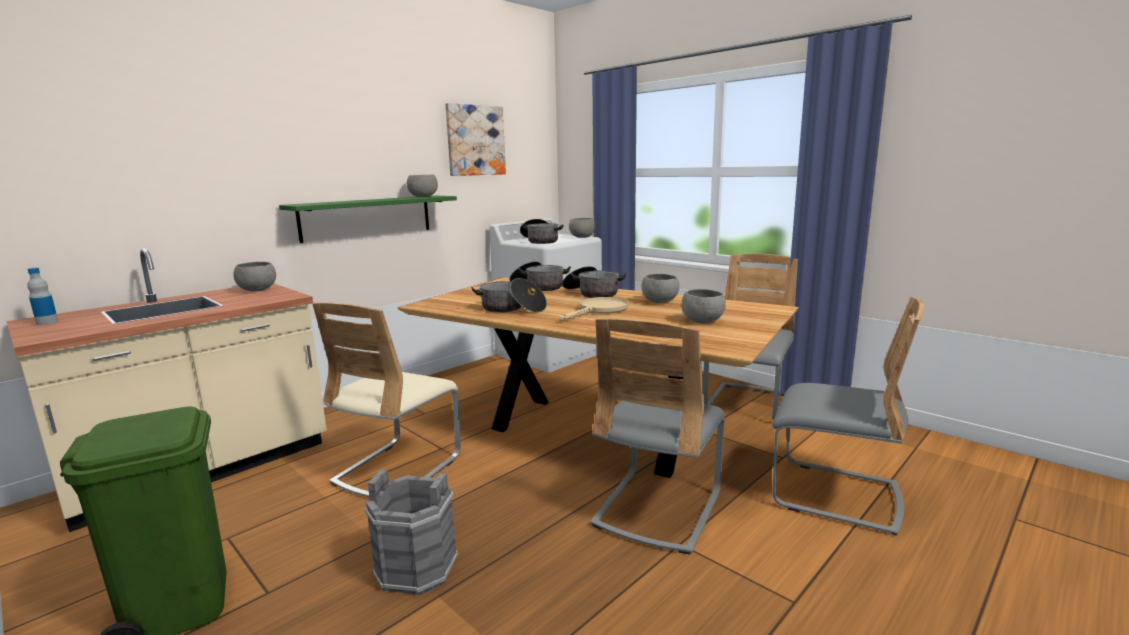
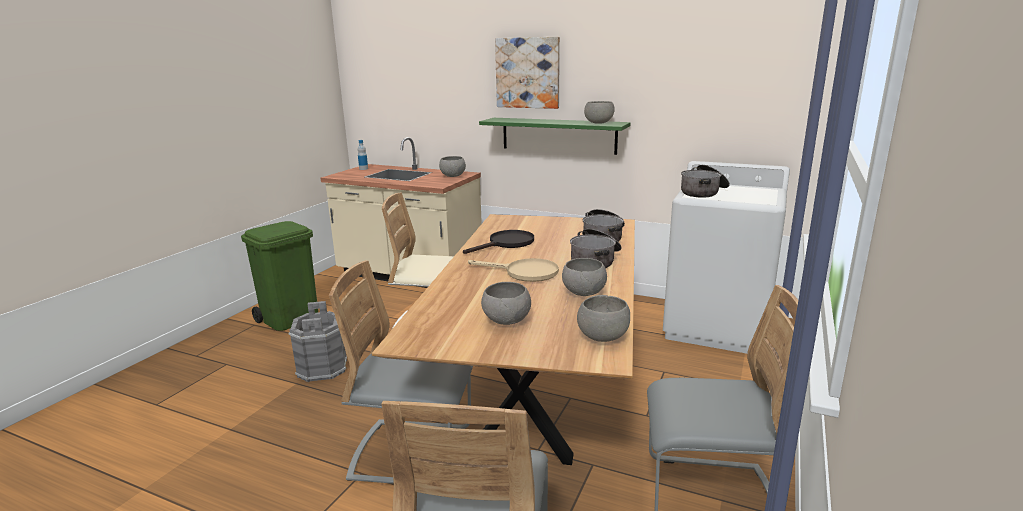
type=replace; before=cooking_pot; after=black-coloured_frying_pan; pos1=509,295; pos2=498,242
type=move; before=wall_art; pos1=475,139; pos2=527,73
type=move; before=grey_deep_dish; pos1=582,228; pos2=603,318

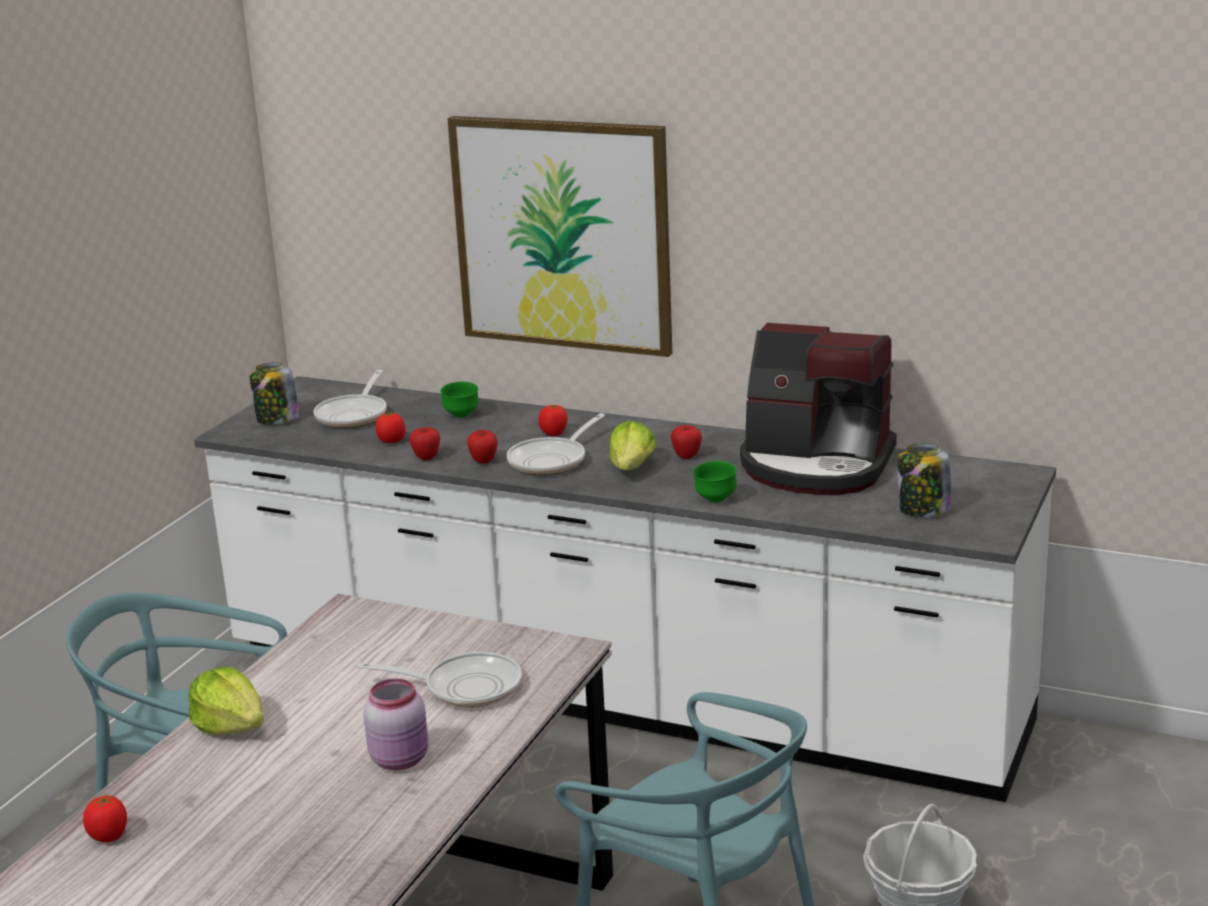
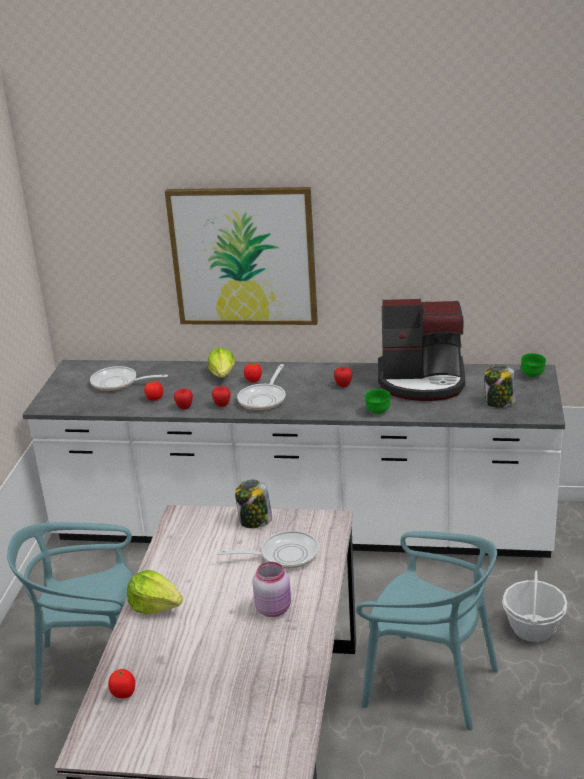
type=rotate; before=frying_pan; pos1=350,399; pos2=129,378; turn=105
type=move; before=head_of_lettuce; pos1=633,445; pos2=221,363
type=move; before=storage_jar; pos1=275,393; pos2=253,504
type=move; before=green-coloured_deep_dish; pos1=459,399; pos2=533,365

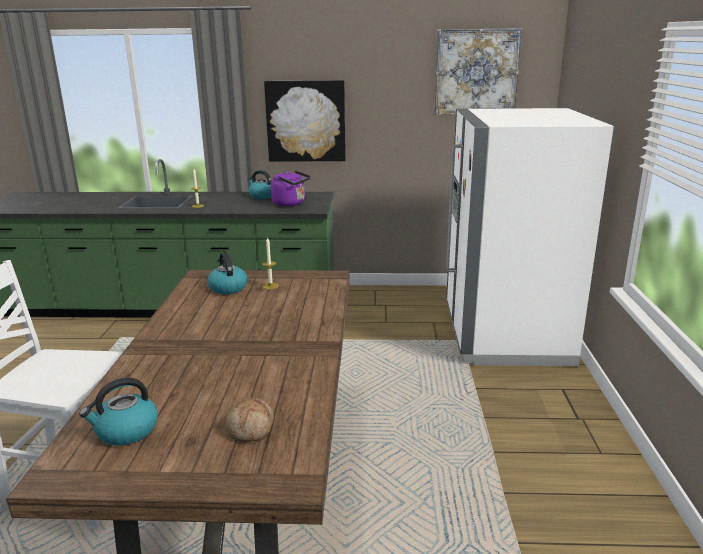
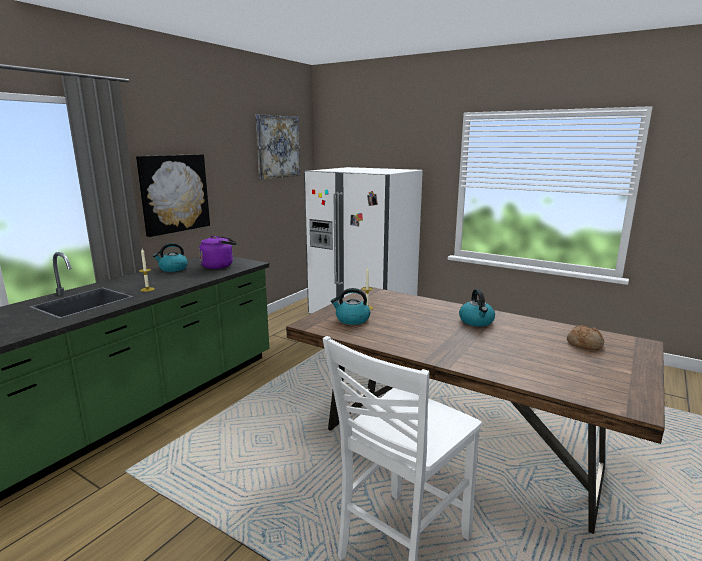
type=move; before=kettle; pos1=118,412; pos2=477,308

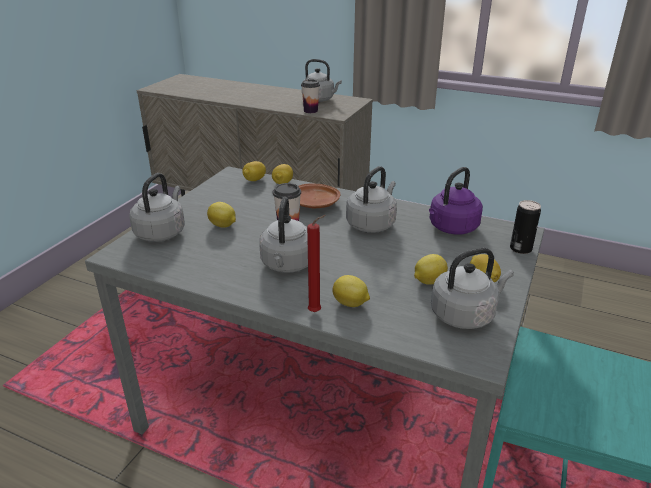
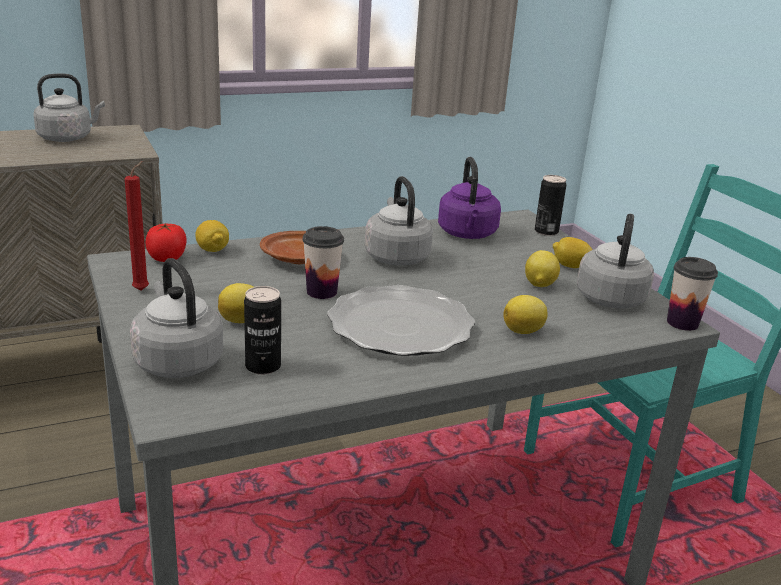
type=move; before=red_candle; pos1=316,263; pos2=136,226
type=replace; before=citrus_fruit; after=fresh_tomato; pos1=254,171; pos2=166,242
type=insert; after=sealed_can; pos2=262,330
type=replace; before=grey_kettle; after=flat_dish; pos1=283,235; pos2=401,320
type=move; before=cup; pos1=310,96; pos2=692,294

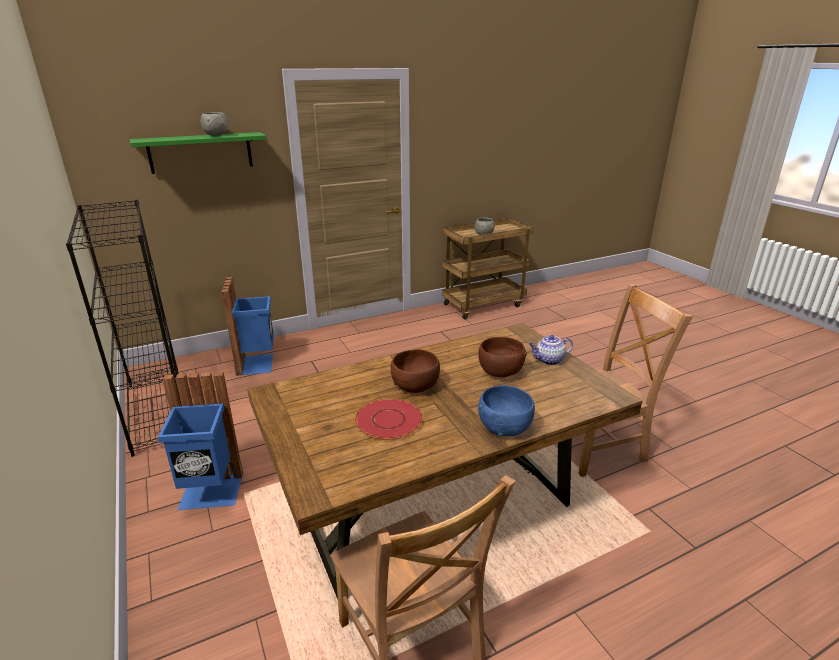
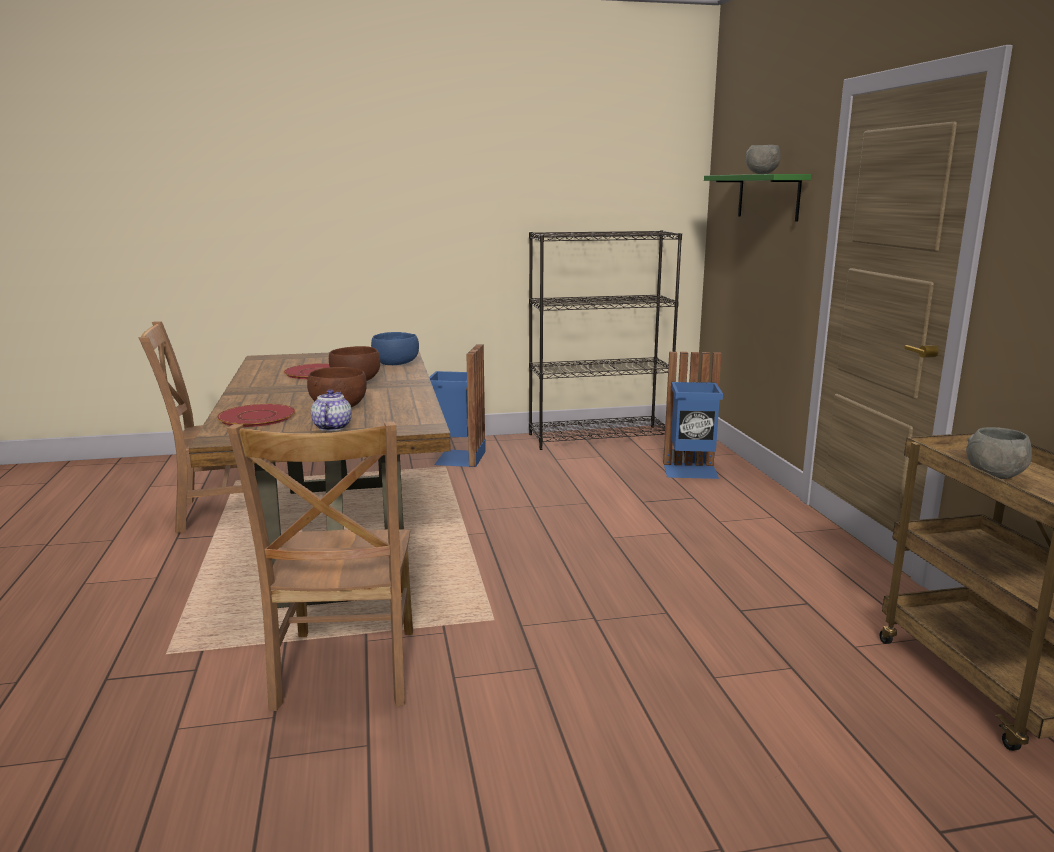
type=insert; after=red_flat_dish; pos2=256,415
type=move; before=blue-coloured_deep_dish; pos1=506,410; pos2=395,348

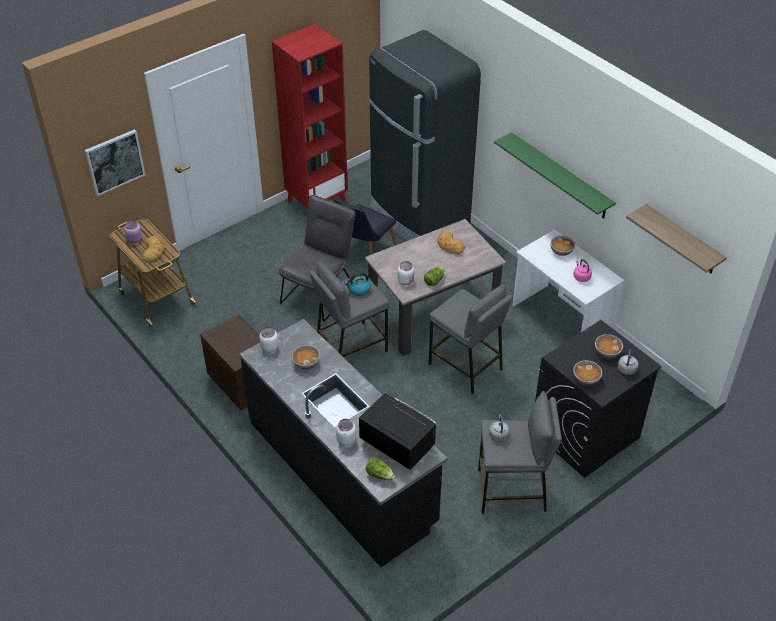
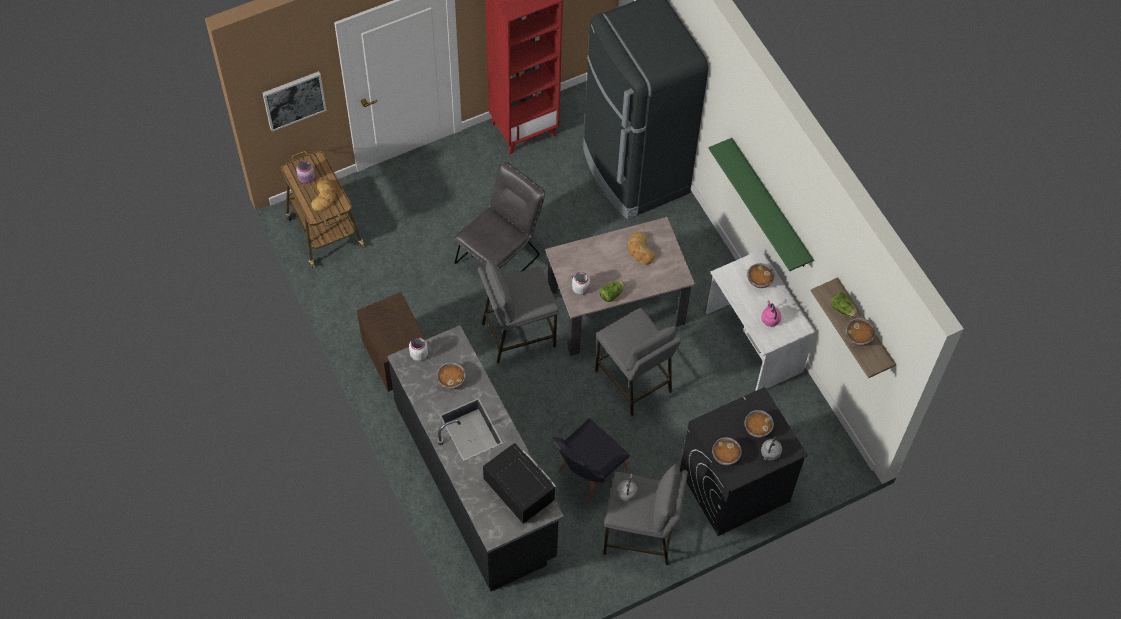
type=move; before=black-coloured_chair; pos1=364,227; pos2=591,460
type=move; before=head_of_lettuce; pos1=380,468; pos2=844,304
type=insert; after=deep_dish; pos2=861,332
type=delete; before=whitish_storage_jar; pos1=346,432
type=delete; before=kettle; pos1=358,284

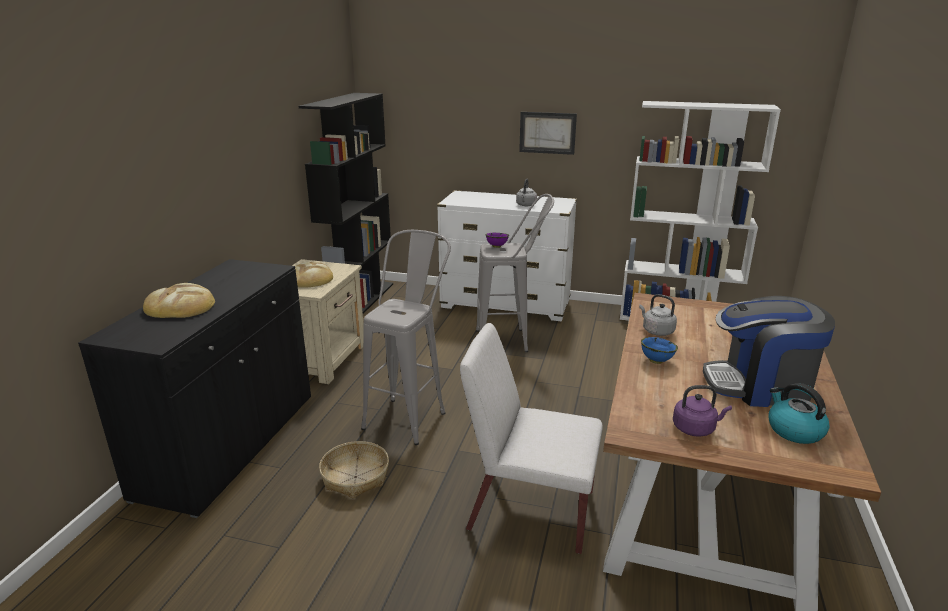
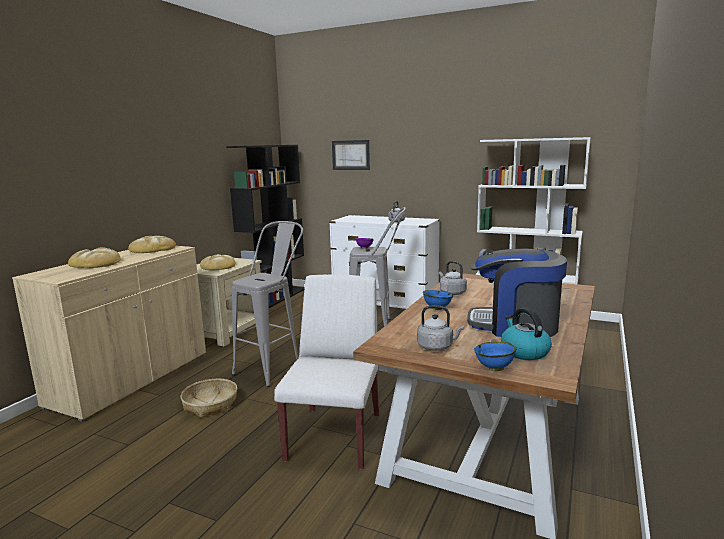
type=recolor; before=black-coloured_cupboard; after=beige_cupboard; pos1=194,388; pos2=109,334
type=insert; after=bread; pos2=152,244
type=rotate; before=whitish_chair; pos1=531,438; pos2=326,371; turn=75
type=move; before=wall_art; pos1=548,133; pos2=351,155
type=recolor; before=purplish_kettle; after=grey_kettle; pos1=702,411; pos2=440,328
type=insert; after=blue-coloured_deep_dish; pos2=495,356

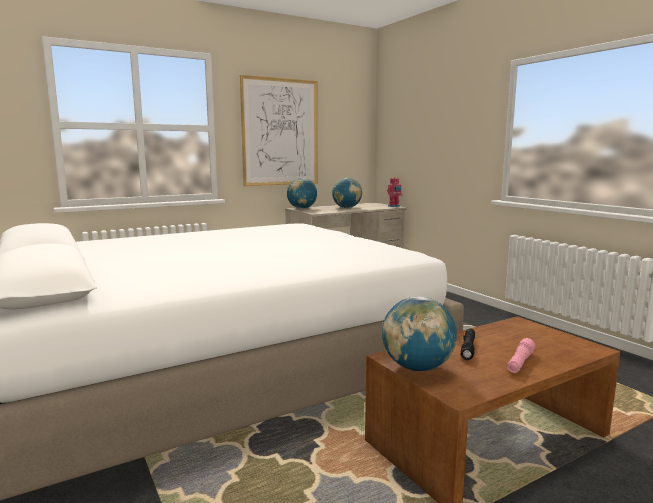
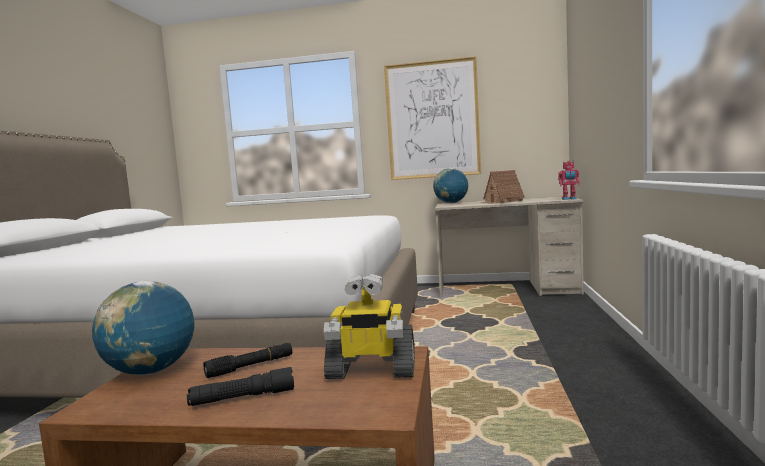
type=recolor; before=pink_flashlight; after=black-coloured_flashlight; pos1=521,355; pos2=240,386
type=insert; after=toy_robot; pos2=369,326
type=replace; before=globe; after=toy_house; pos1=347,193; pos2=503,187

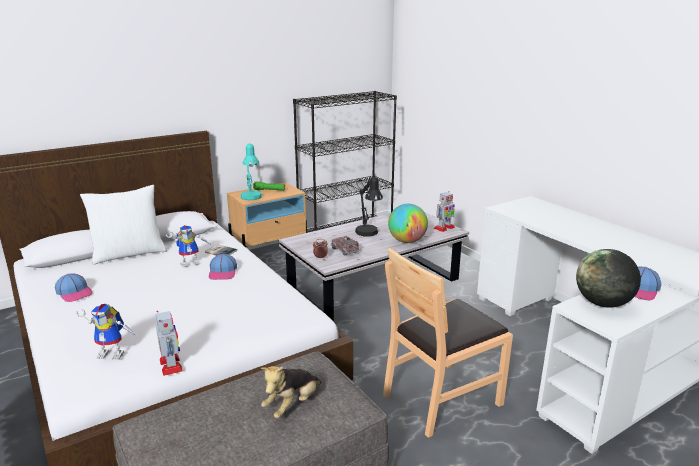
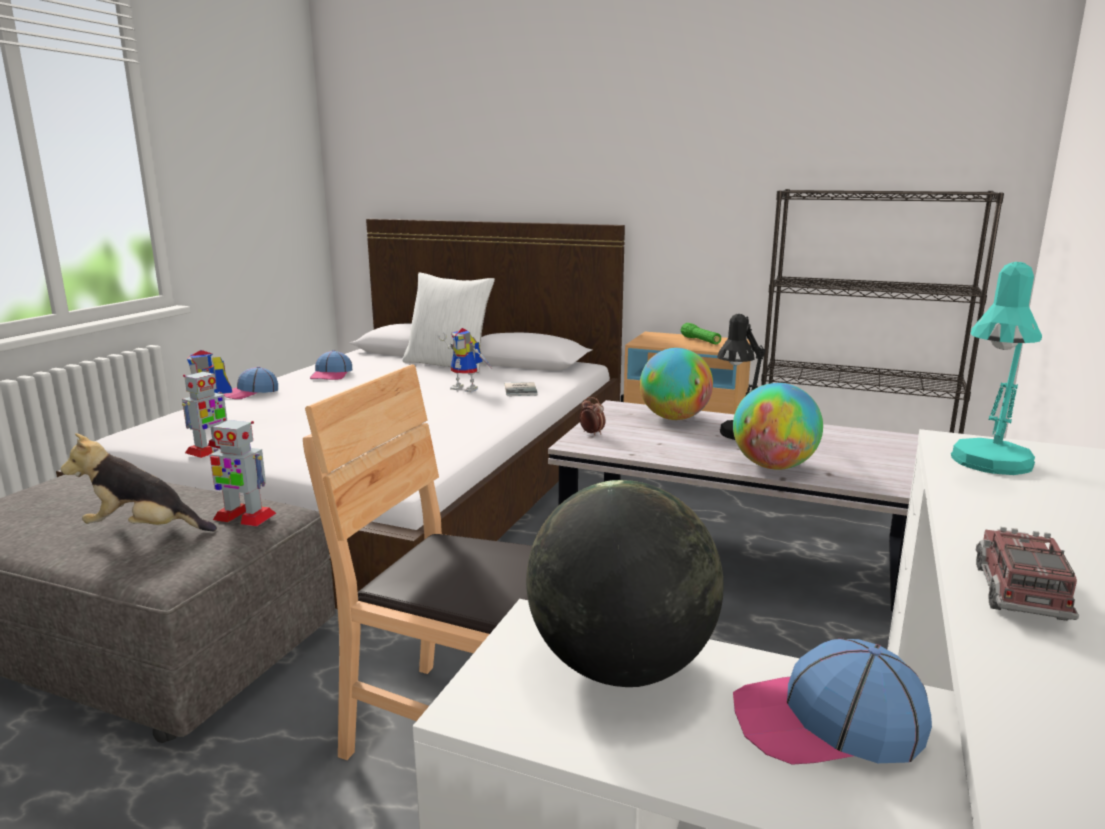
type=move; before=toy_robot; pos1=444,211; pos2=243,472
type=move; before=peaked_cap; pos1=223,267; pos2=251,383
type=insert; after=globe; pos2=676,384
type=move; before=turquoise_lamp_for_a_table; pos1=251,172; pos2=996,368
type=move; before=model_truck; pos1=345,246; pos2=1027,574

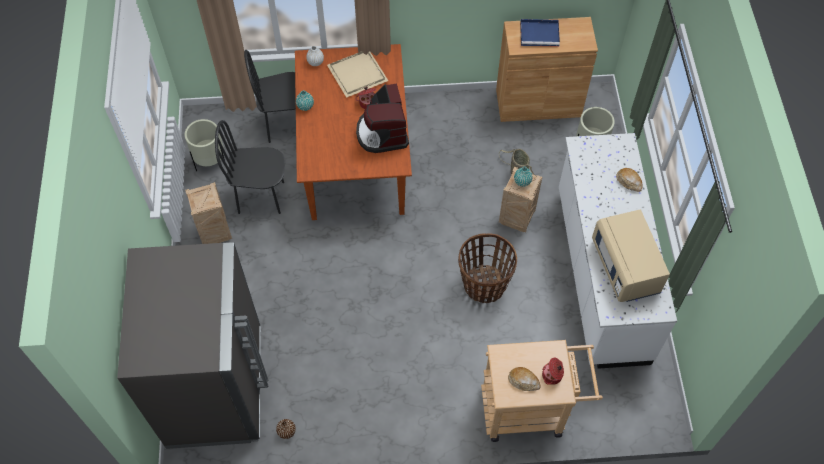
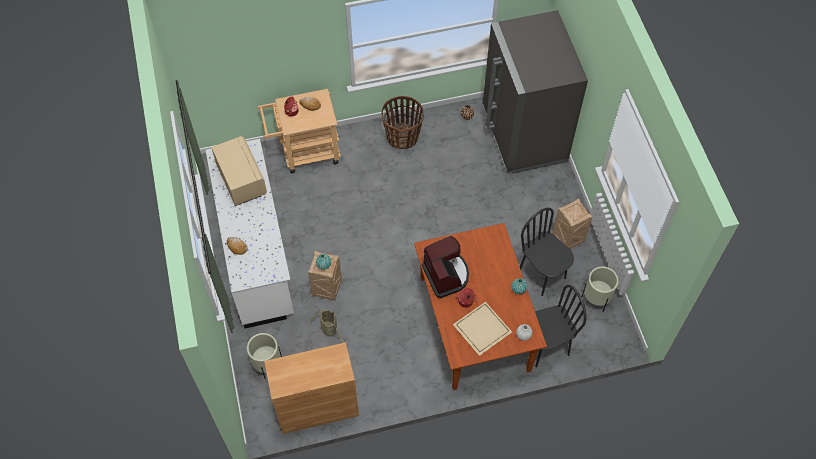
type=move; before=basket; pos1=487,268; pos2=402,122
type=rotate; before=black-coloured_chair; pos1=250,167; pos2=547,251; turn=-120
type=delete; before=blue-coloured_serving_tray; pos1=540,33

